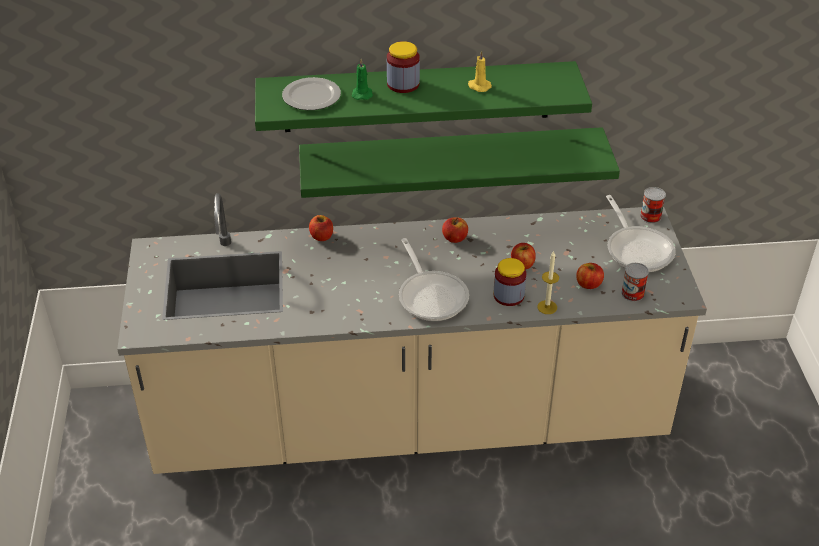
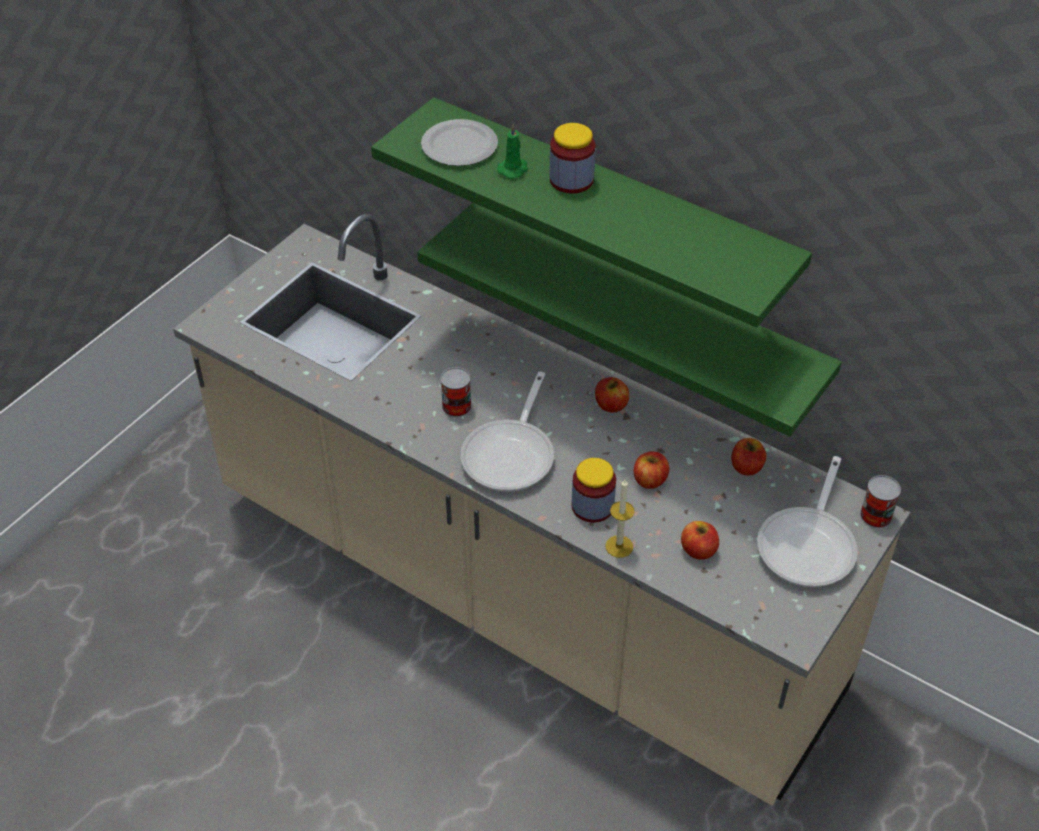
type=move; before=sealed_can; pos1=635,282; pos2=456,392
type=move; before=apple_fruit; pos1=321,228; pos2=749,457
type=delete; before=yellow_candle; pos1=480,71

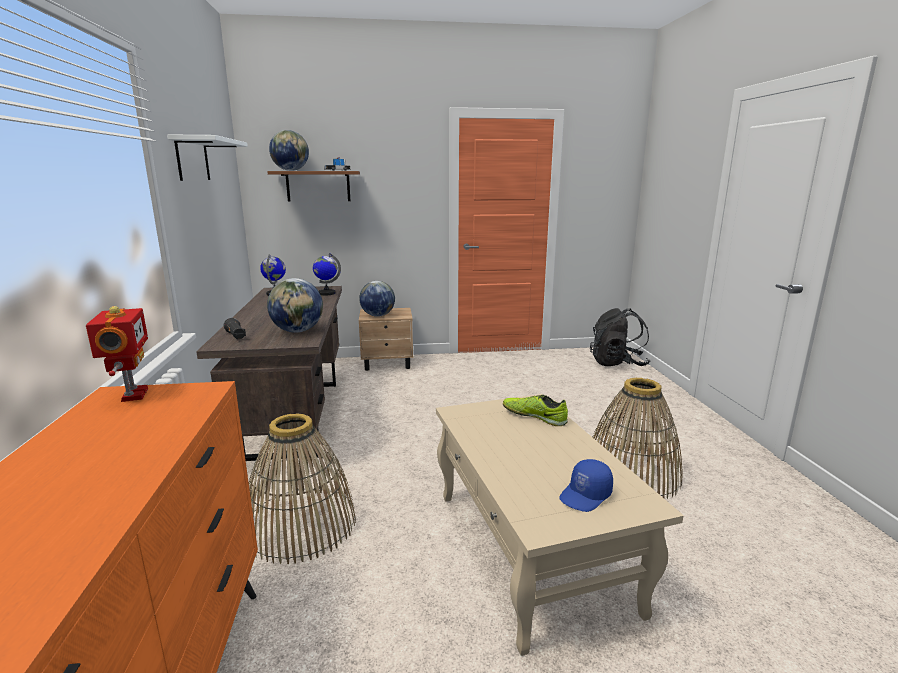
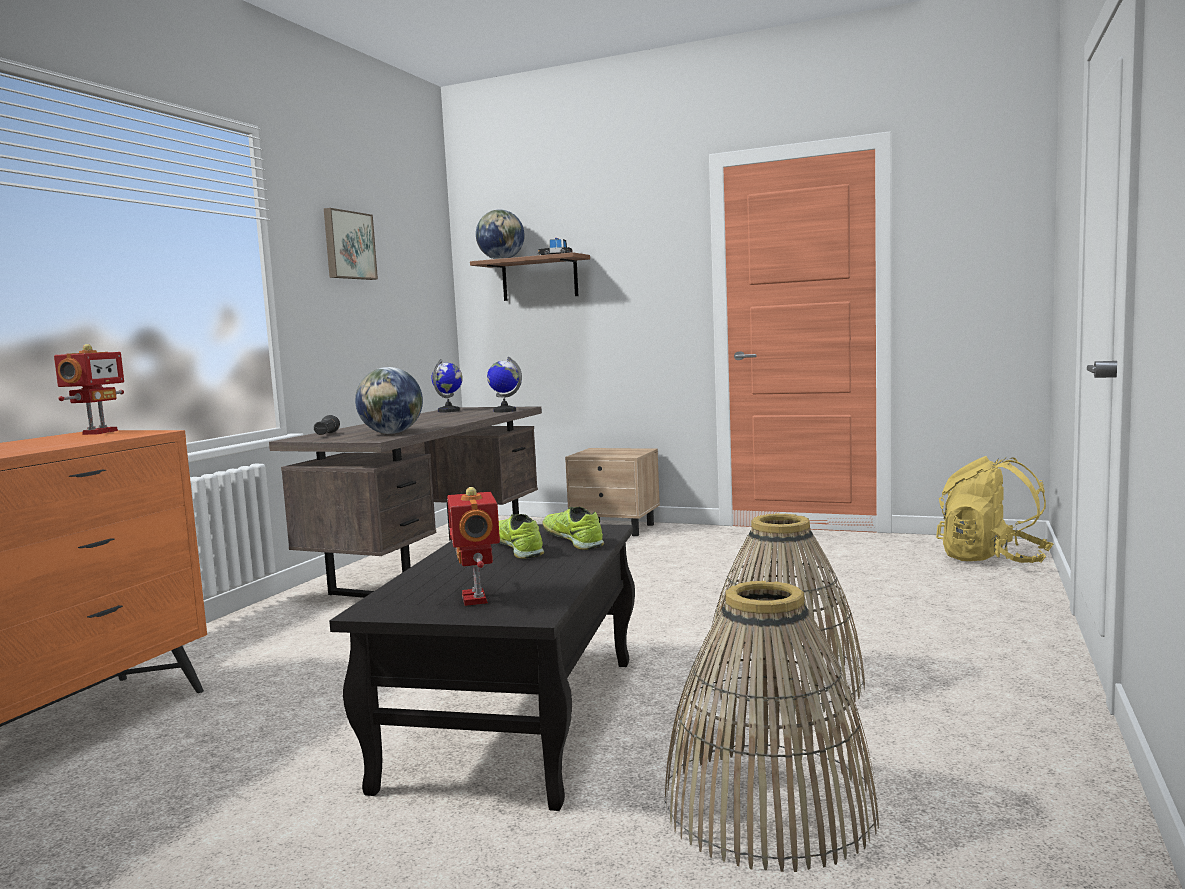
type=replace; before=whitish_bracket_shelf; after=wall_art; pos1=207,158; pos2=351,244
type=recolor; before=beige_coffee_table; after=black-coloured_coffee_table; pos1=560,525; pos2=482,667
type=replace; before=blue-coloured_peaked_cap; after=toy_robot; pos1=586,485; pos2=473,546
type=insert; after=low_shoe; pos2=521,536
type=move; before=basket; pos1=302,488; pos2=771,726
type=recolor; before=black-coloured_rucksack; after=yellow_rucksack; pos1=620,337; pos2=994,509
type=delete; before=globe; pos1=377,299

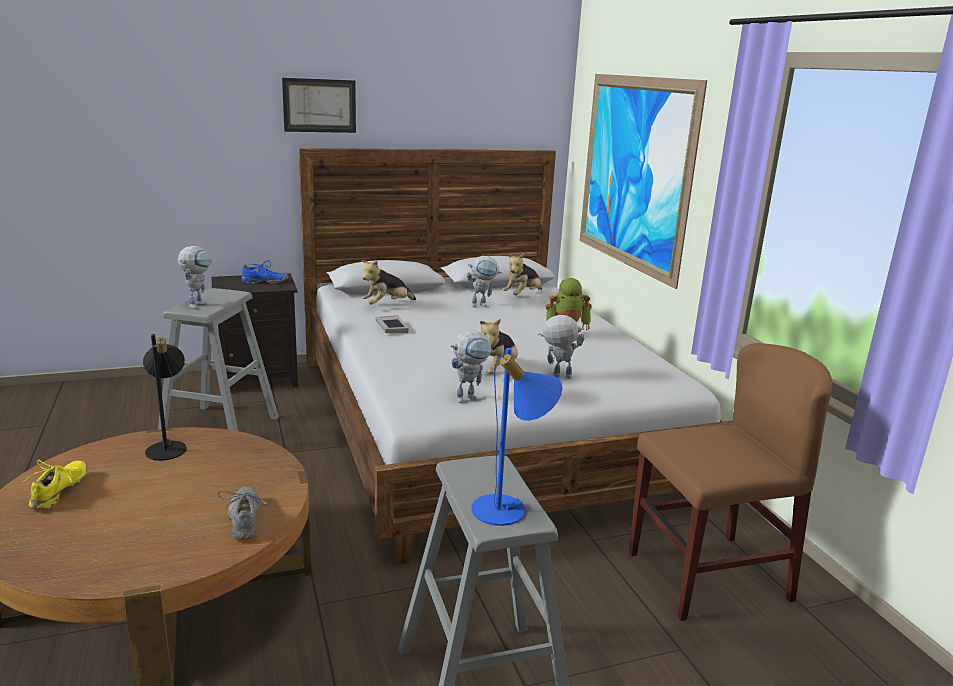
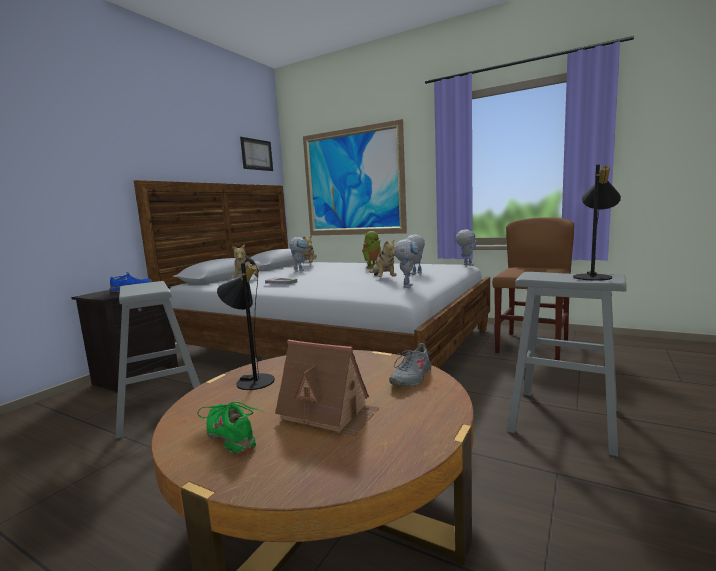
type=recolor; before=yellow_low_shoe; after=green-coloured_low_shoe; pos1=55,485; pos2=230,427
type=move; before=wall_art; pos1=319,105; pos2=256,154
type=insert; after=toy_house; pos2=327,388
type=rotate; before=grey_low_shoe; pos1=245,513; pos2=412,365; turn=-90
type=move; before=toy_robot; pos1=195,277; pos2=466,248
type=recolor; before=blue-coloured_lamp_for_a_table; after=black-coloured_lamp_for_a_table; pos1=516,437; pos2=597,223

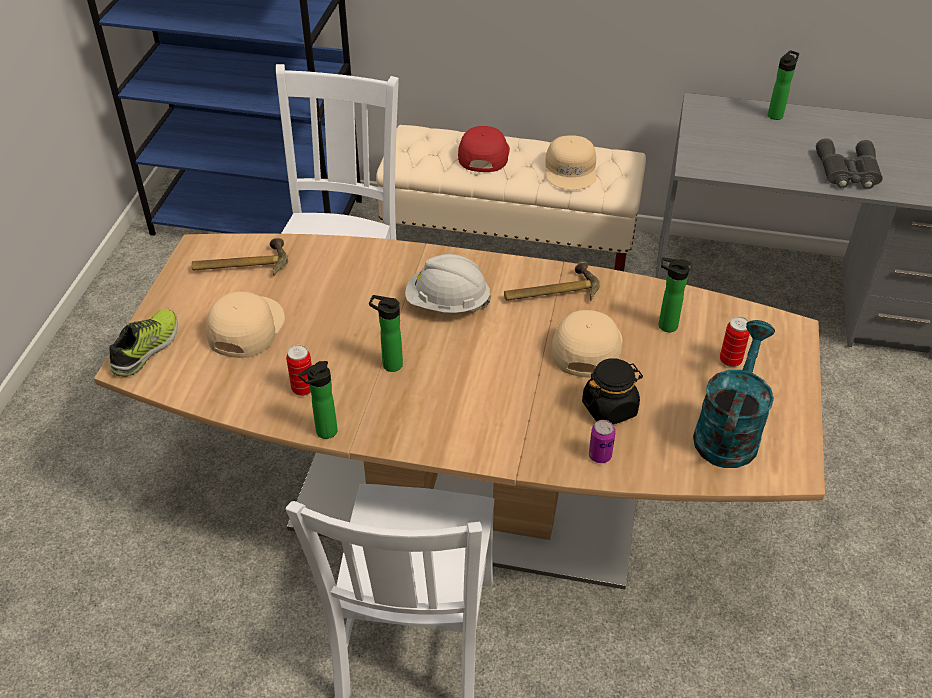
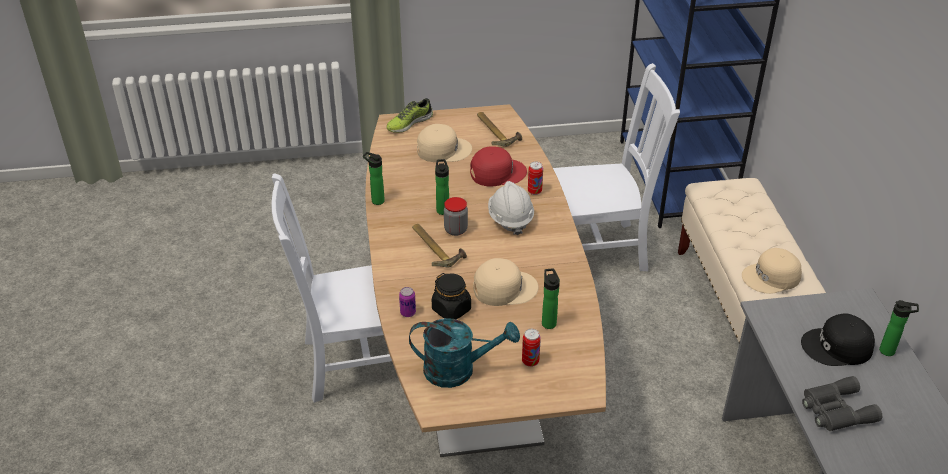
type=rotate; before=low_shoe; pos1=143,343; pos2=409,115; turn=135
type=move; before=hand_hammer; pos1=552,281; pos2=439,246
type=insert; after=storage_jar; pos2=456,216
type=move; before=red_peaked_cap; pos1=484,149; pos2=498,166
type=move; before=sealed_can; pos1=299,370; pos2=535,178
type=insert; after=black-coloured_peaked_cap; pos2=838,340

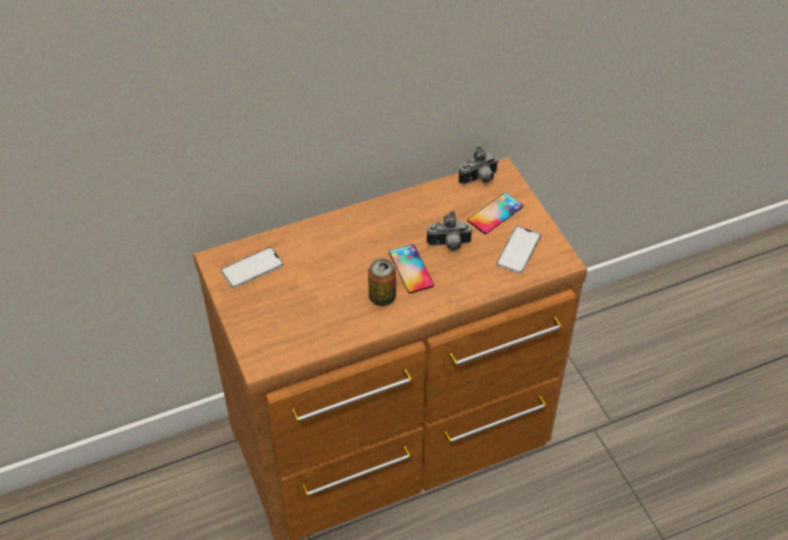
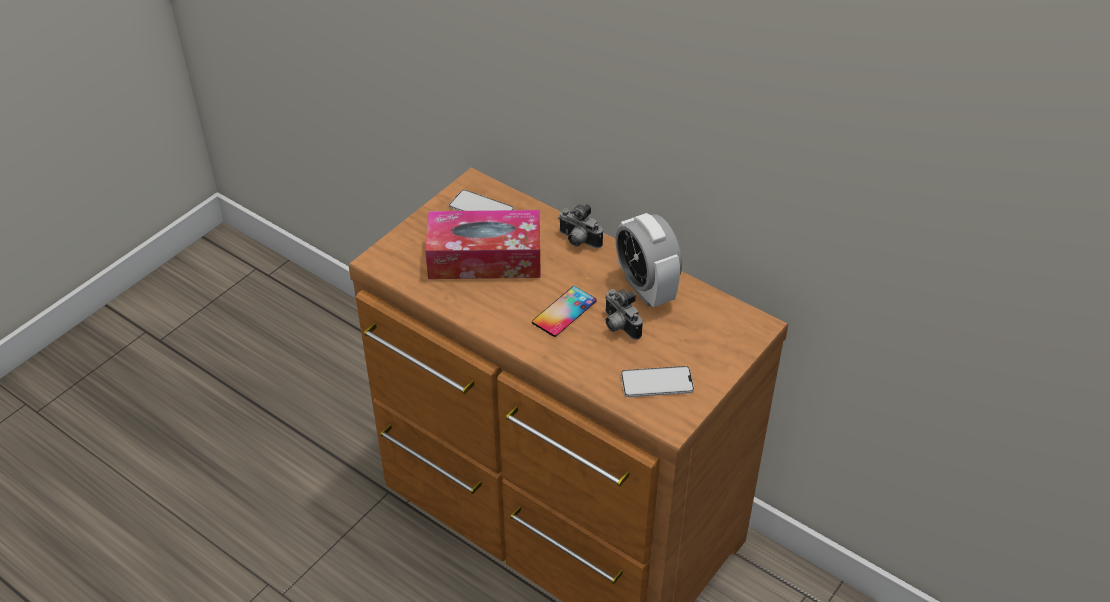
type=insert; after=tissue_box; pos2=483,244
type=move; before=photo_camera; pos1=478,165; pos2=580,226
type=insert; after=bedside_clock; pos2=649,260
type=delete; before=sealed_can; pos1=382,282
type=delete; before=handset; pos1=495,213

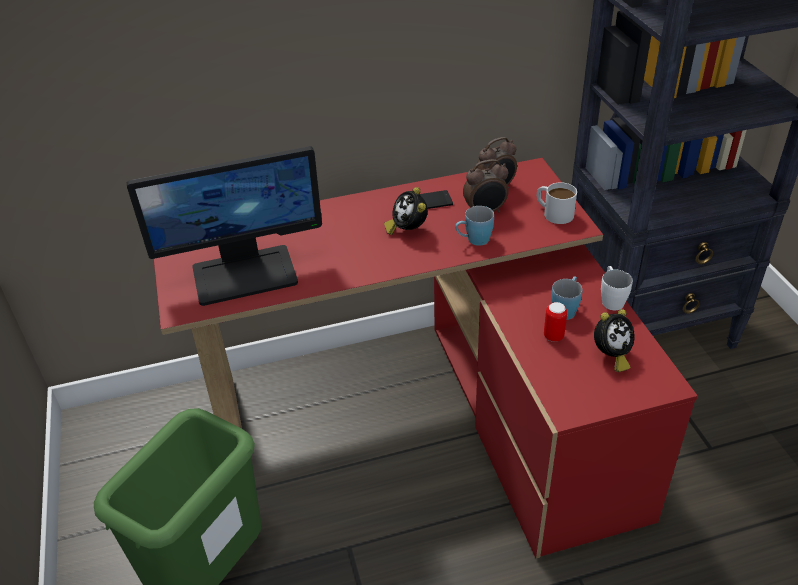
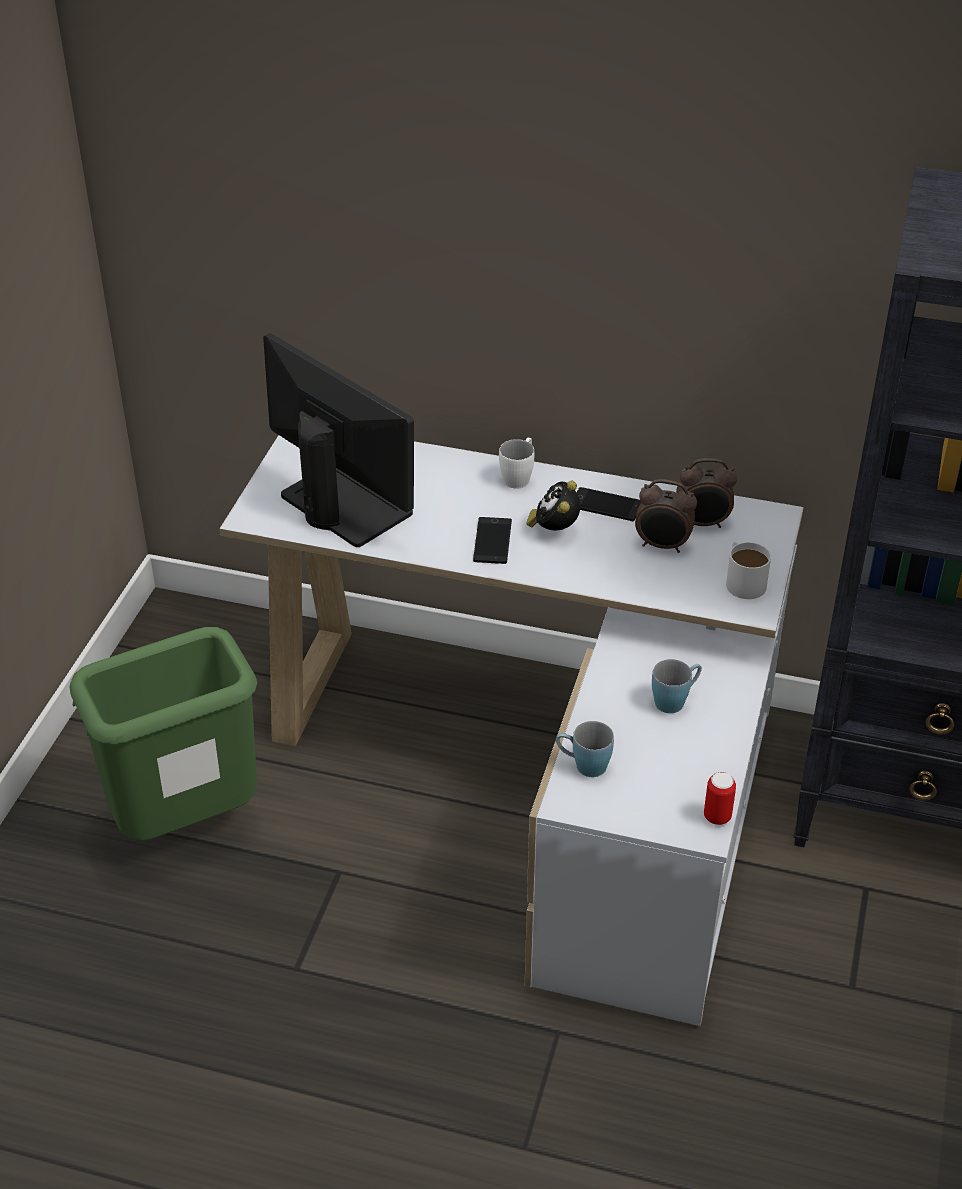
type=recolor; before=red_desk_unit; after=whitish_desk_unit; pos1=426,358; pos2=512,730
type=rotate; before=computer_display; pos1=224,226; pos2=338,440; turn=-150
type=insert; after=handset; pos2=492,540
type=move; before=whitish_coffee_mug; pos1=617,288; pos2=517,463
type=move; before=blue-coloured_coffee_mug; pos1=474,226; pos2=585,749
type=move; before=sealed_can; pos1=555,322; pos2=720,798
type=delete; before=bedside_clock; pos1=614,340

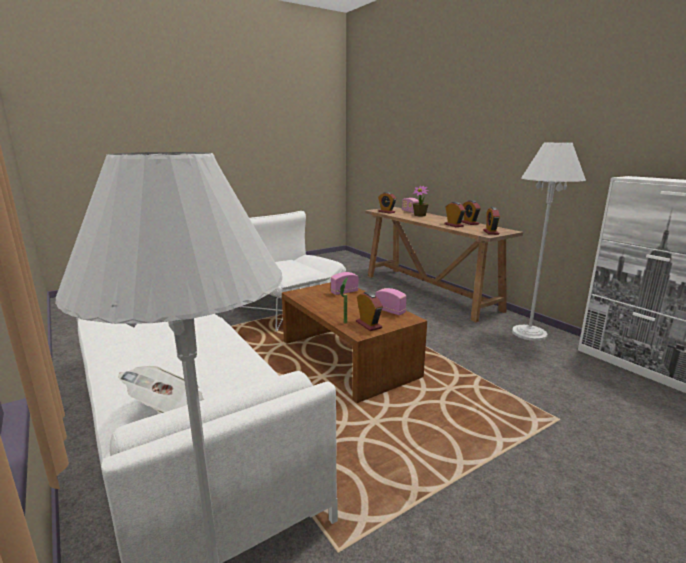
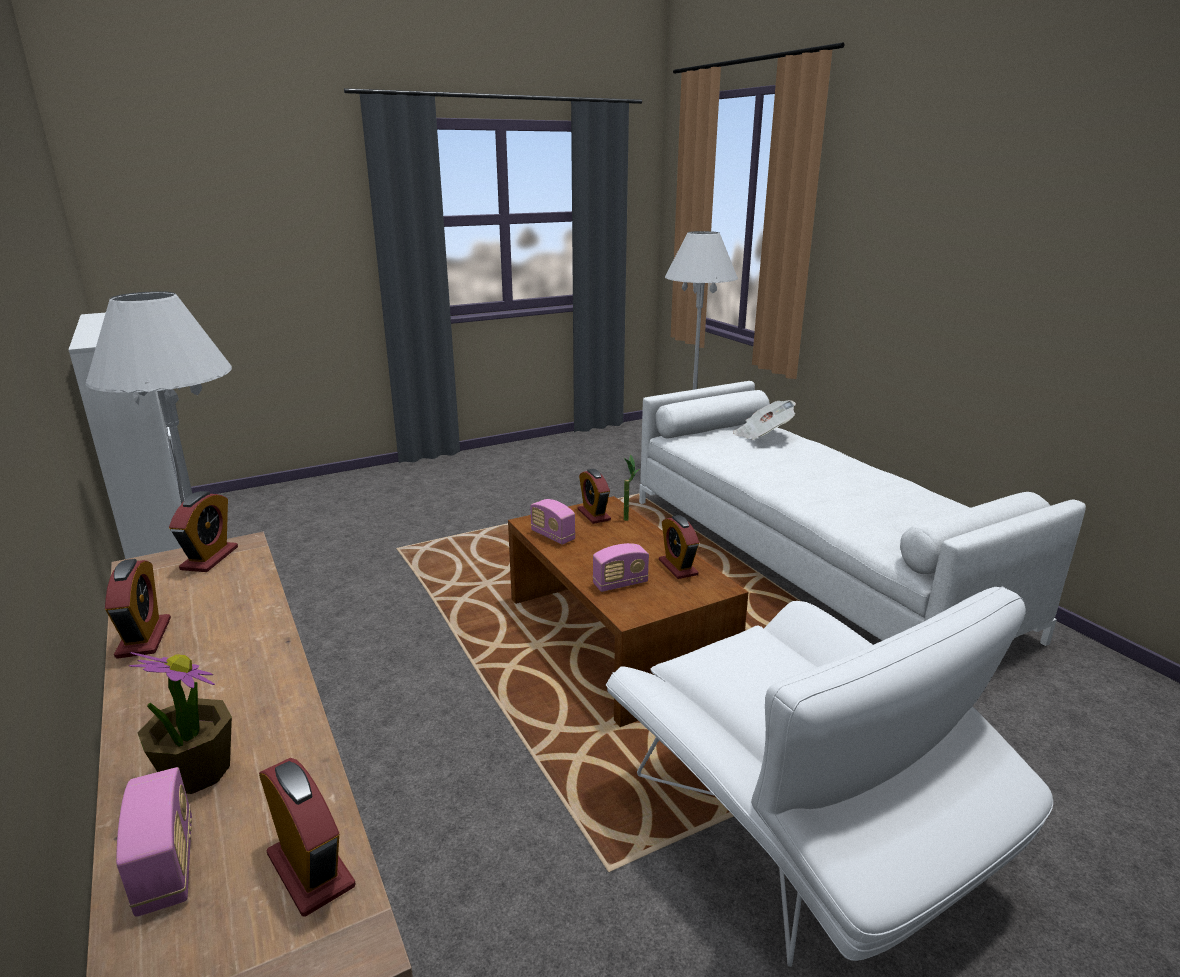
type=move; before=bedside_clock; pos1=454,214; pos2=679,547

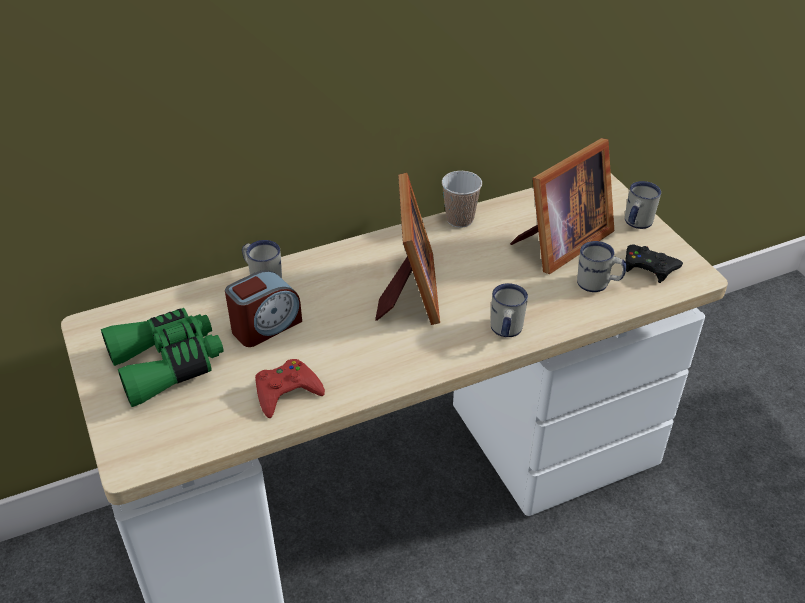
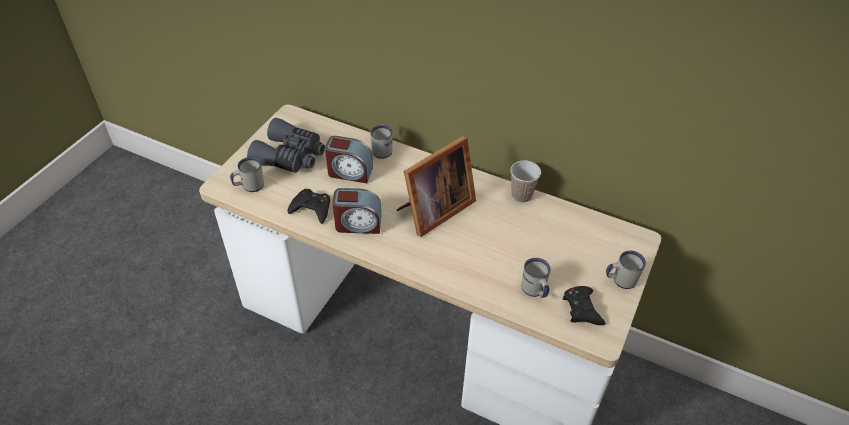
type=move; before=whitish_coffee_mug; pos1=509,310; pos2=247,174
type=recolor; before=green-coloured_binoculars; after=grey_binoculars; pos1=162,357; pos2=286,145
type=recolor; before=red_game_controller; after=black-coloured_game_controller; pos1=290,388; pos2=308,206
type=insert; after=bedside_clock; pos2=356,211
type=delete; before=photo_frame; pos1=562,206

